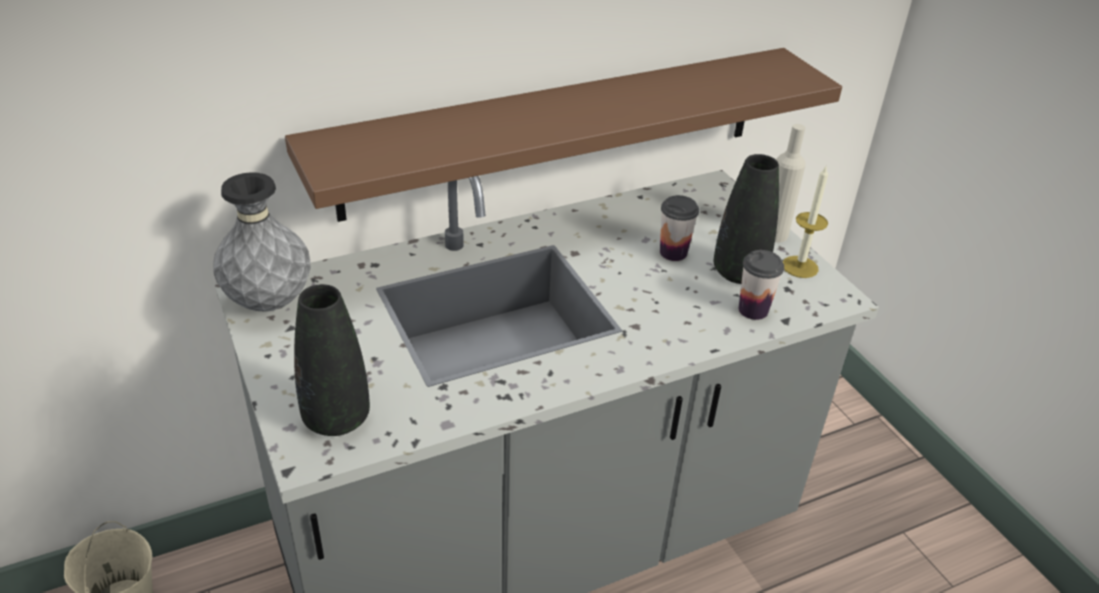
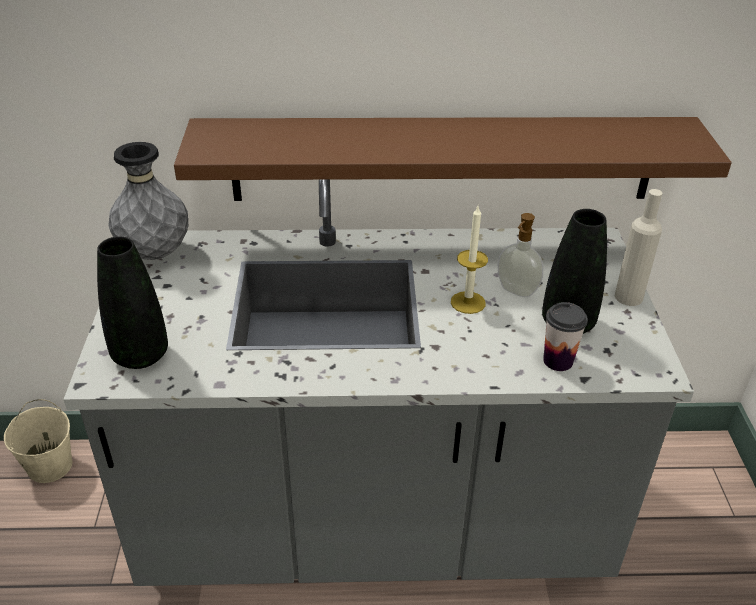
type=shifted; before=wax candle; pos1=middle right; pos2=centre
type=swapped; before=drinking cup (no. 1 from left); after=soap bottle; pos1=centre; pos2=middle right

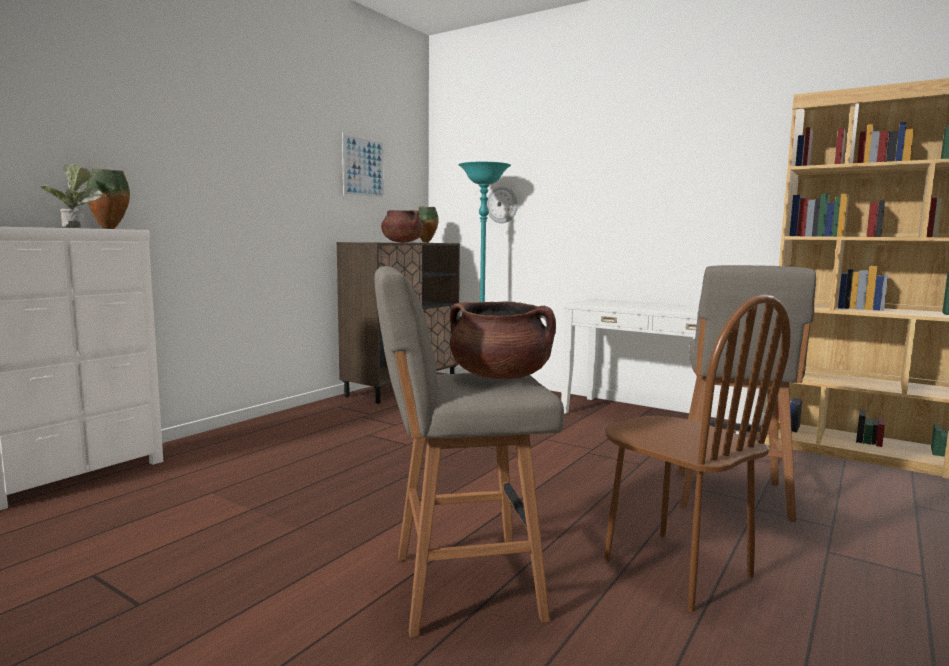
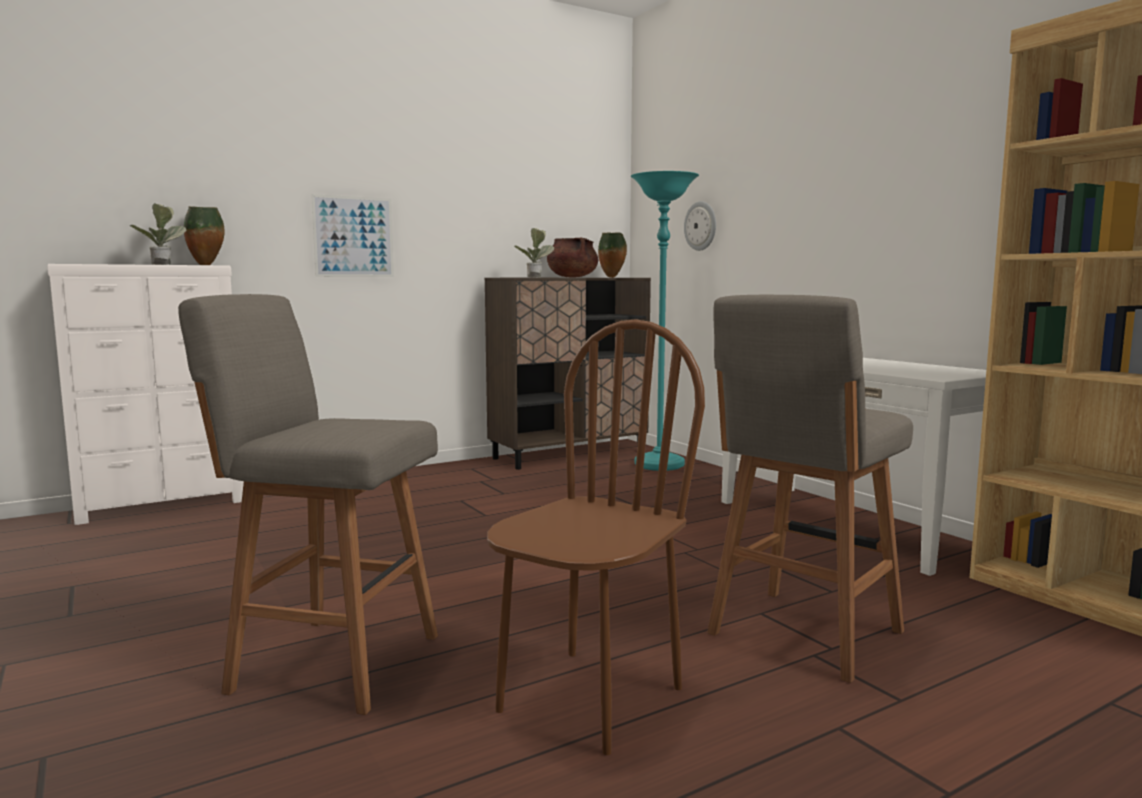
type=shifted; before=picture; pos1=top centre; pos2=top left
type=rotated; before=brown-coloured upright chair; pos1=bottom right; pos2=bottom centre; turn=-135
type=gone; before=brown-coloured stockpot (no. 2 from left); pos1=centre
type=new; after=plant in a pot (no. 2 from left); pos2=top centre

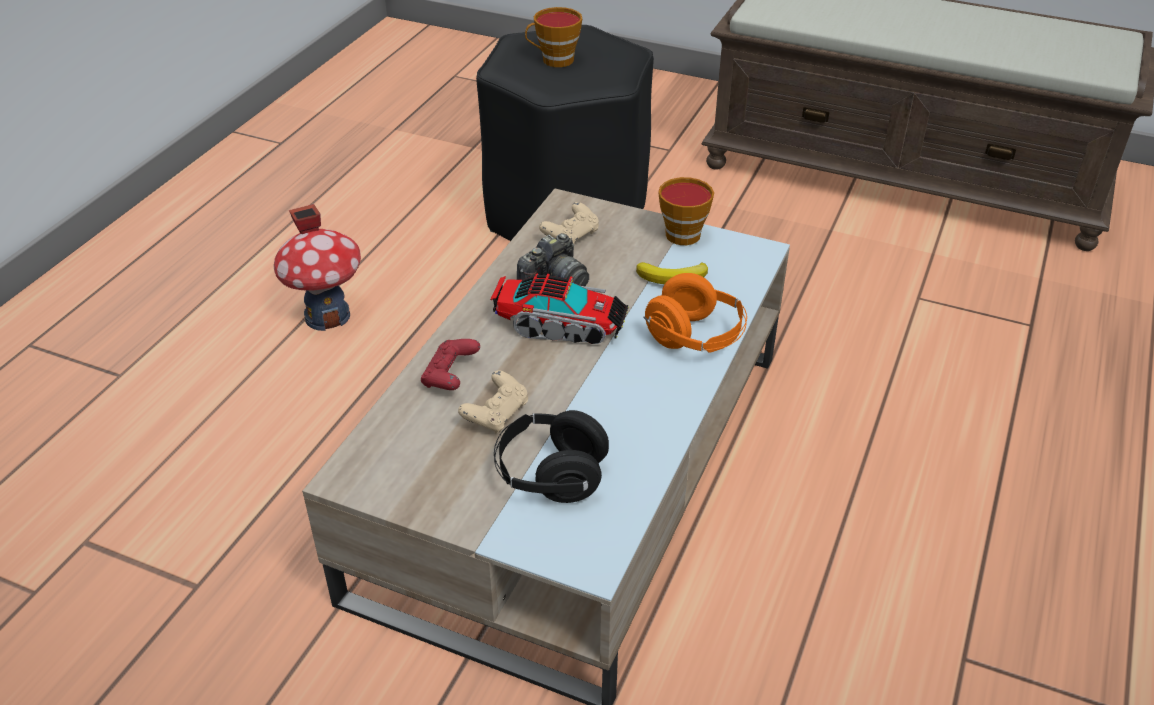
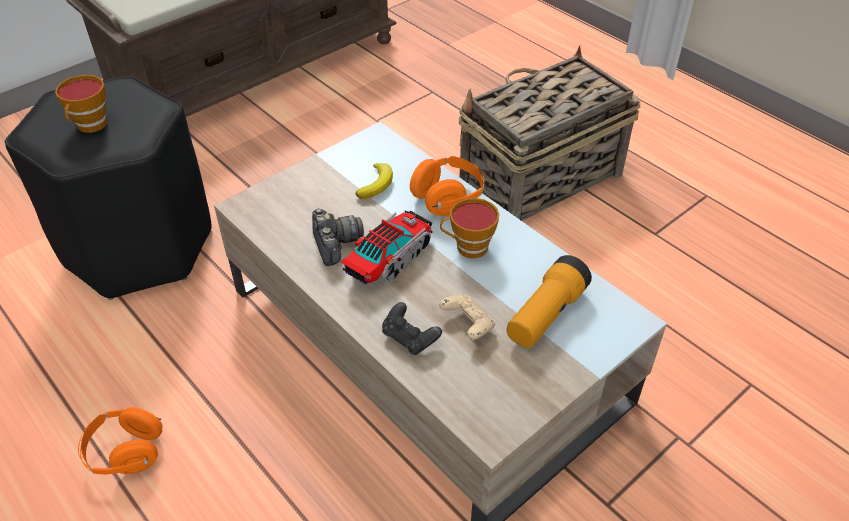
type=shifted; before=drinking cup (no. 2 from left); pos1=top centre; pos2=centre
type=gone; before=beige-coloured joypad (no. 2 from left); pos1=top centre
type=swapped; before=miniature house; after=orangey pair of headphones (no. 1 from left); pos1=middle left; pos2=bottom left
type=repainted; before=red joypad; after=black-coloured joypad; pos1=centre; pos2=centre
type=swapped; before=black-coloured pair of headphones; after=hand torch; pos1=centre; pos2=centre
type=new; after=household basket; pos2=top centre

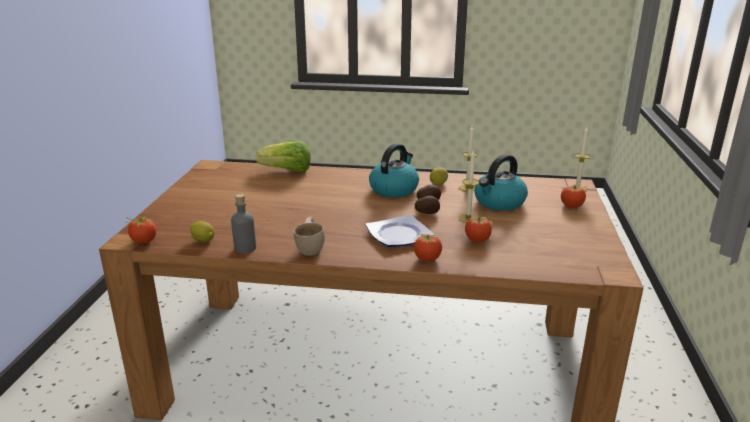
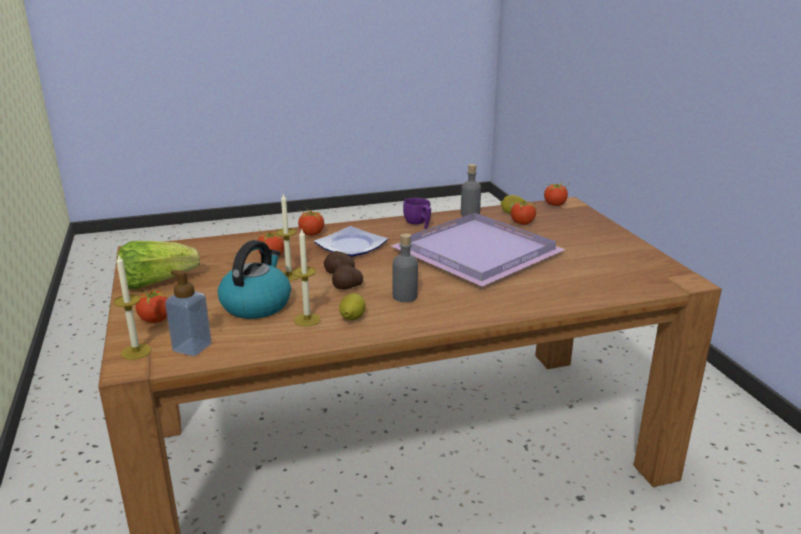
type=shifted; before=lettuce; pos1=centre; pos2=middle left
type=swapped; before=tea kettle (no. 1 from left); after=grey bottle (no. 1 from left); pos1=centre; pos2=centre
type=repainted; before=beige-coloured drinking cup; after=purple drinking cup; pos1=centre; pos2=centre
type=new; after=fresh tomato (no. 4 from left); pos2=centre
type=new; after=purple carrying tray; pos2=centre
type=new; after=soap bottle; pos2=middle left

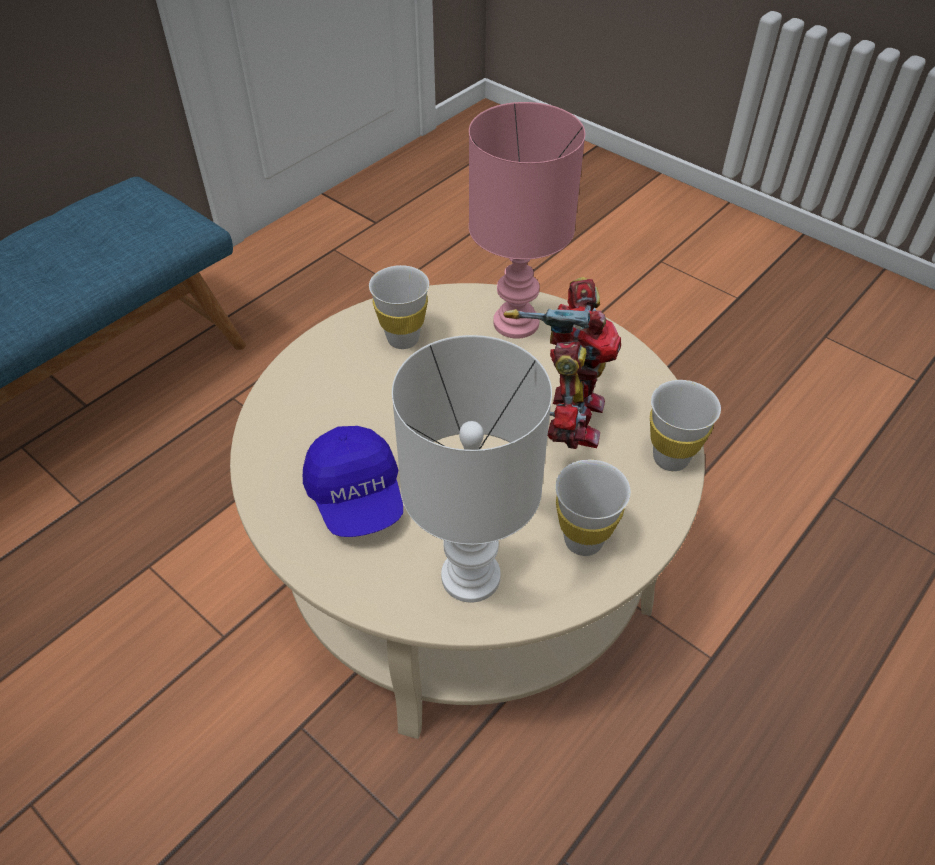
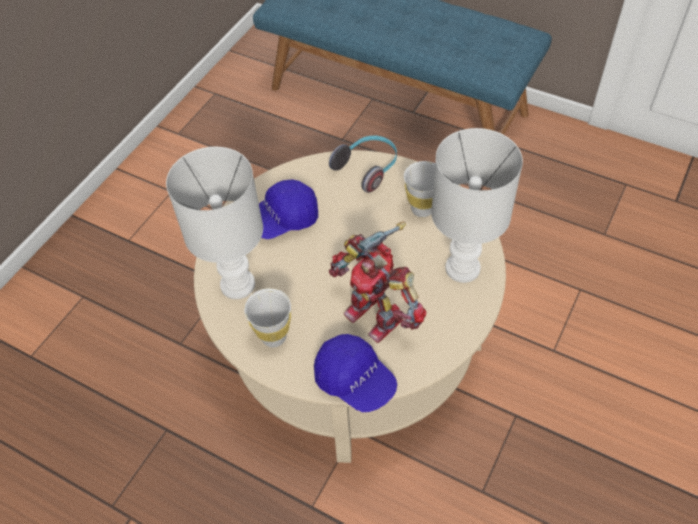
type=repainted; before=pinkish tabletop lamp; after=white-coloured tabletop lamp (no. 2 from left); pos1=top centre; pos2=middle right
type=rotated; before=robot figure; pos1=centre; pos2=centre; turn=45
type=swapped; before=white-coloured drinking cup (no. 3 from left); after=blue-coloured peaked cap (no. 2 from left); pos1=middle right; pos2=bottom centre
type=new; after=pair of headphones; pos2=top centre

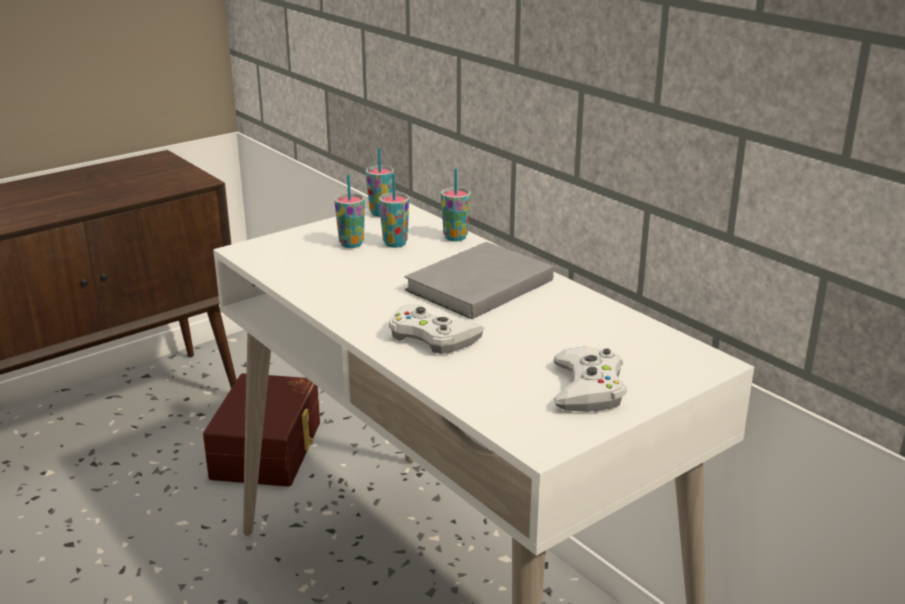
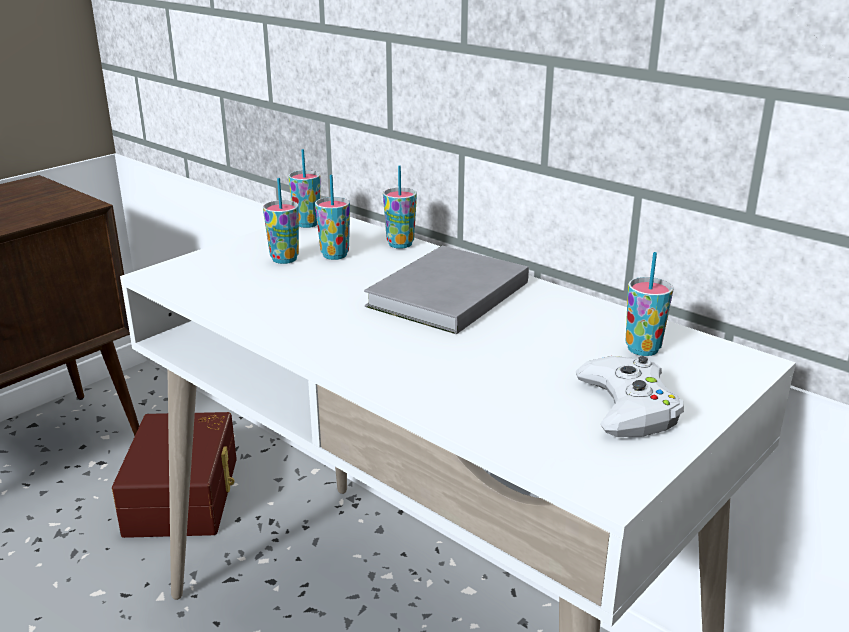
type=gone; before=white-coloured joypad (no. 1 from left); pos1=centre
type=new; after=drinking cup (no. 5 from left); pos2=middle right

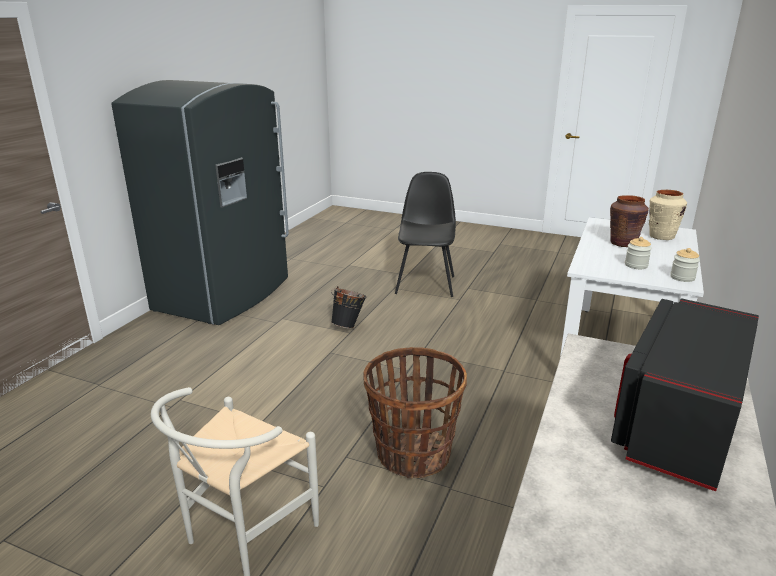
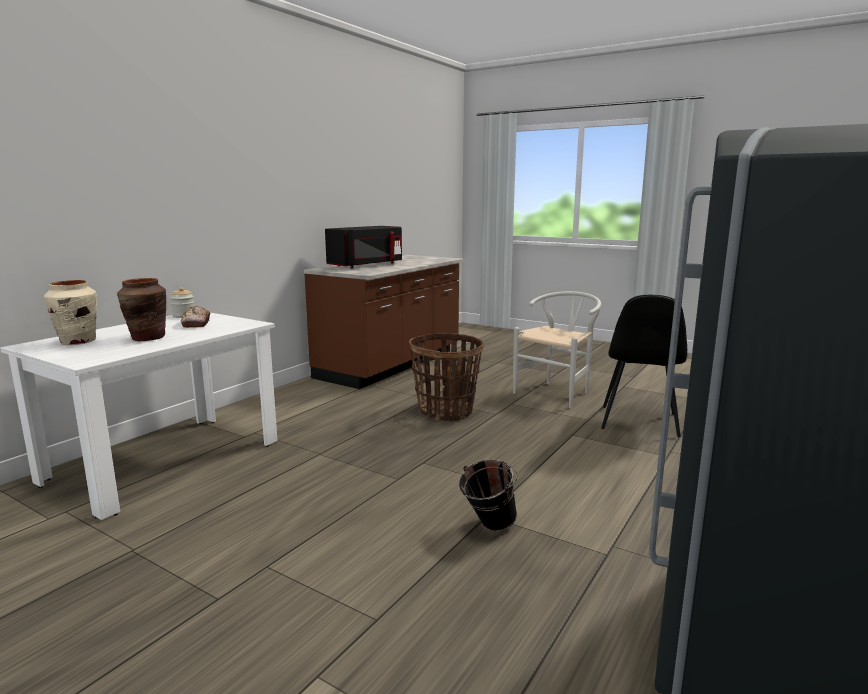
type=shifted; before=black-coloured upright chair; pos1=centre; pos2=middle right
type=swapped; before=jar (no. 1 from left); after=baked bread; pos1=middle right; pos2=middle left

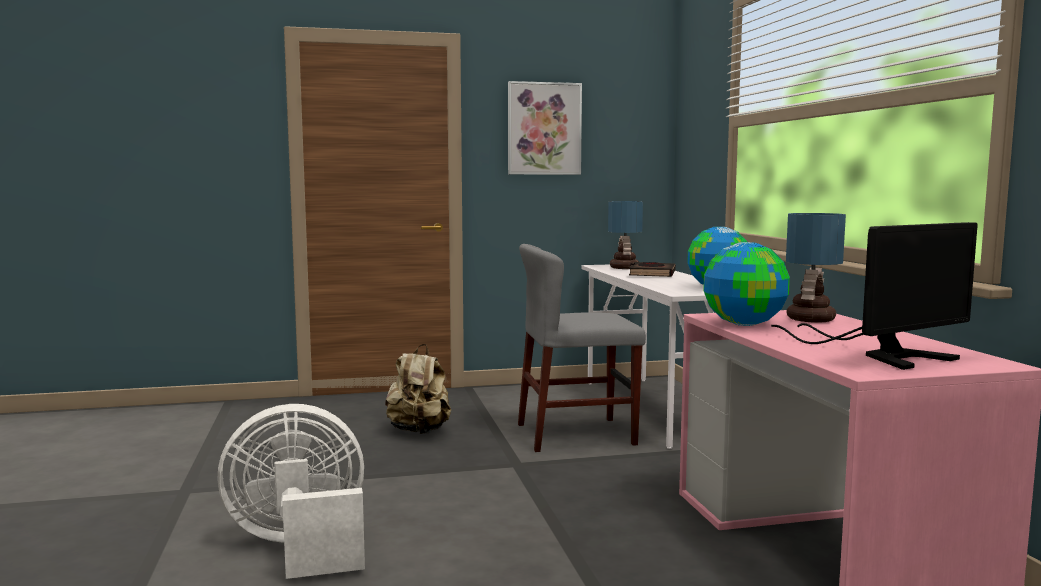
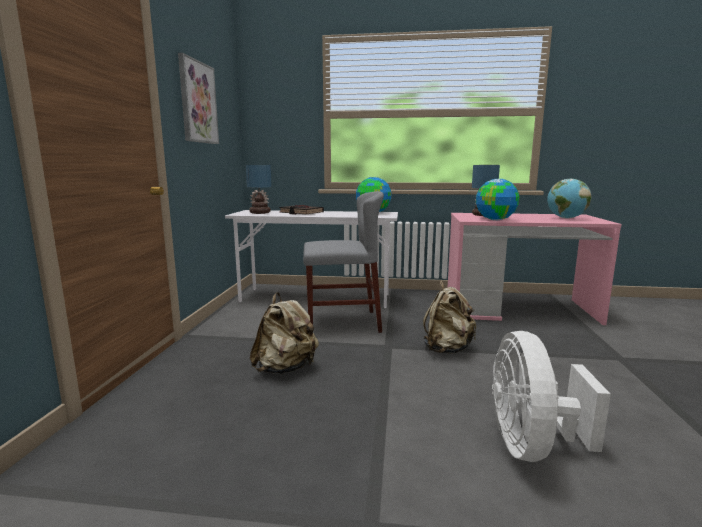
type=swapped; before=monitor; after=world globe (no. 3 from left); pos1=middle right; pos2=middle right
type=rotated; before=grey upright chair; pos1=centre; pos2=centre; turn=-105
type=new; after=beige-coloured backpack (no. 2 from left); pos2=centre

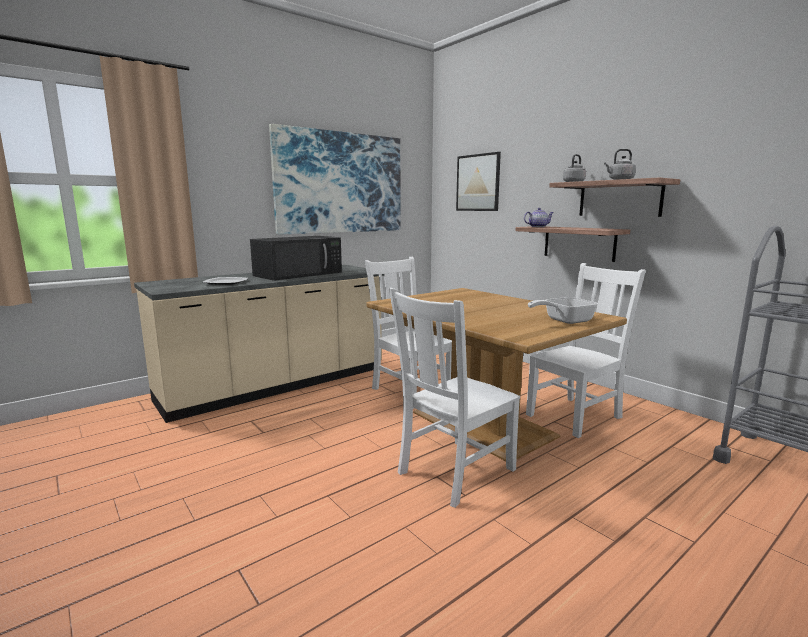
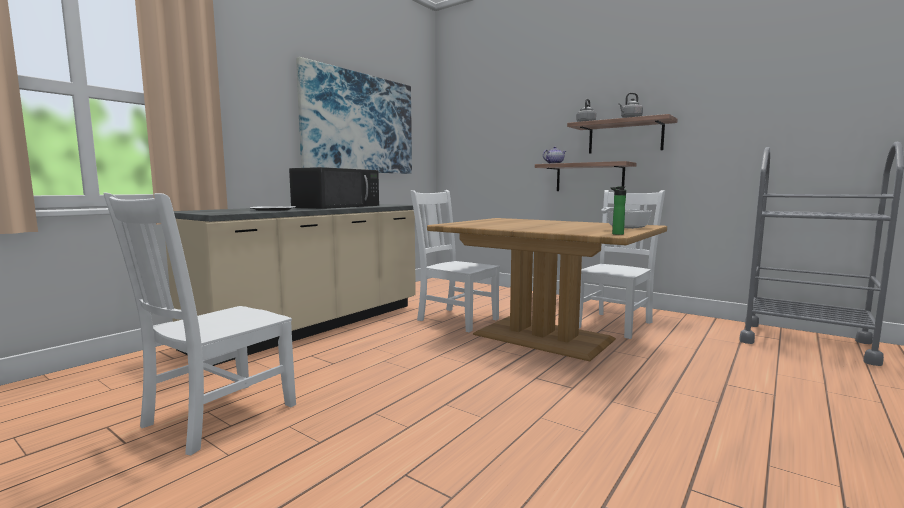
type=gone; before=picture (no. 2 from left); pos1=top centre
type=shifted; before=white-coloured upright chair (no. 2 from left in the first image); after=white-coloured upright chair (no. 1 from left); pos1=centre; pos2=middle left
type=new; after=bottle; pos2=middle right

